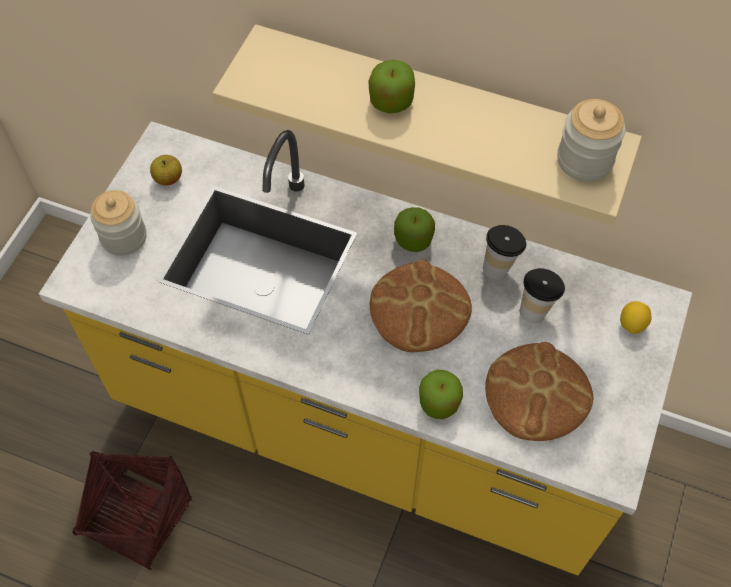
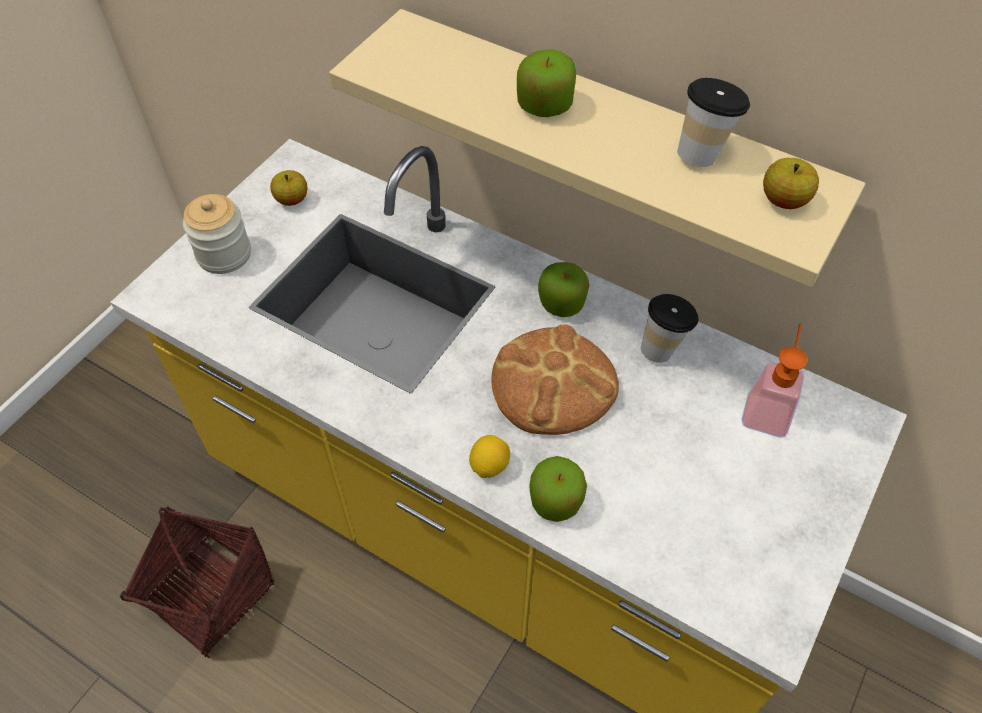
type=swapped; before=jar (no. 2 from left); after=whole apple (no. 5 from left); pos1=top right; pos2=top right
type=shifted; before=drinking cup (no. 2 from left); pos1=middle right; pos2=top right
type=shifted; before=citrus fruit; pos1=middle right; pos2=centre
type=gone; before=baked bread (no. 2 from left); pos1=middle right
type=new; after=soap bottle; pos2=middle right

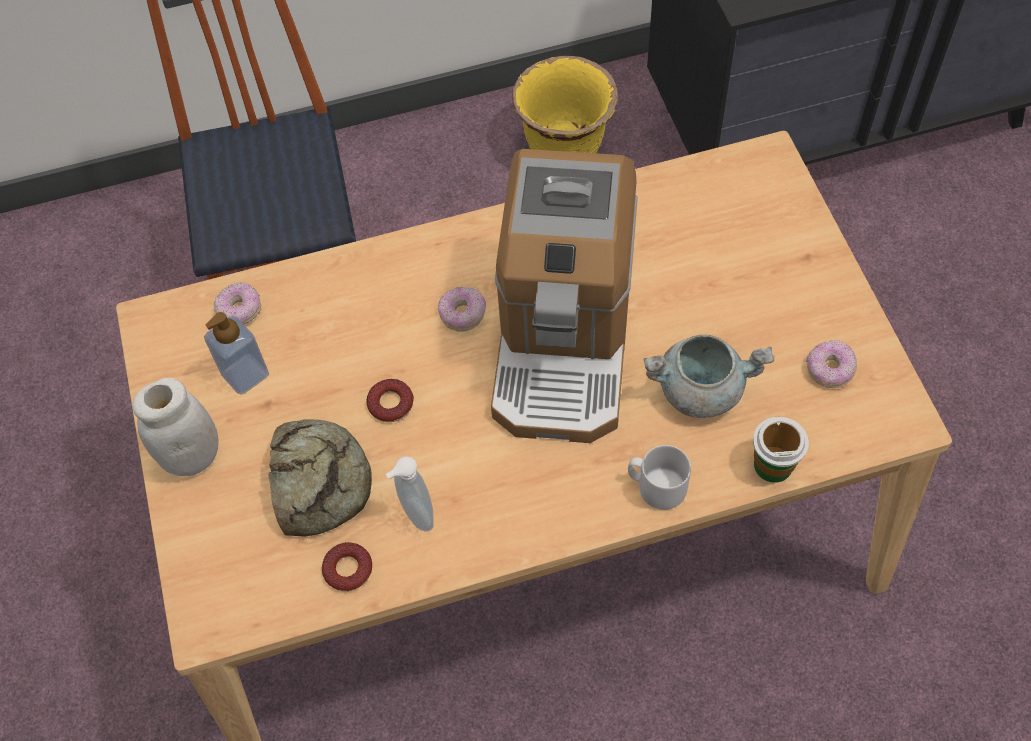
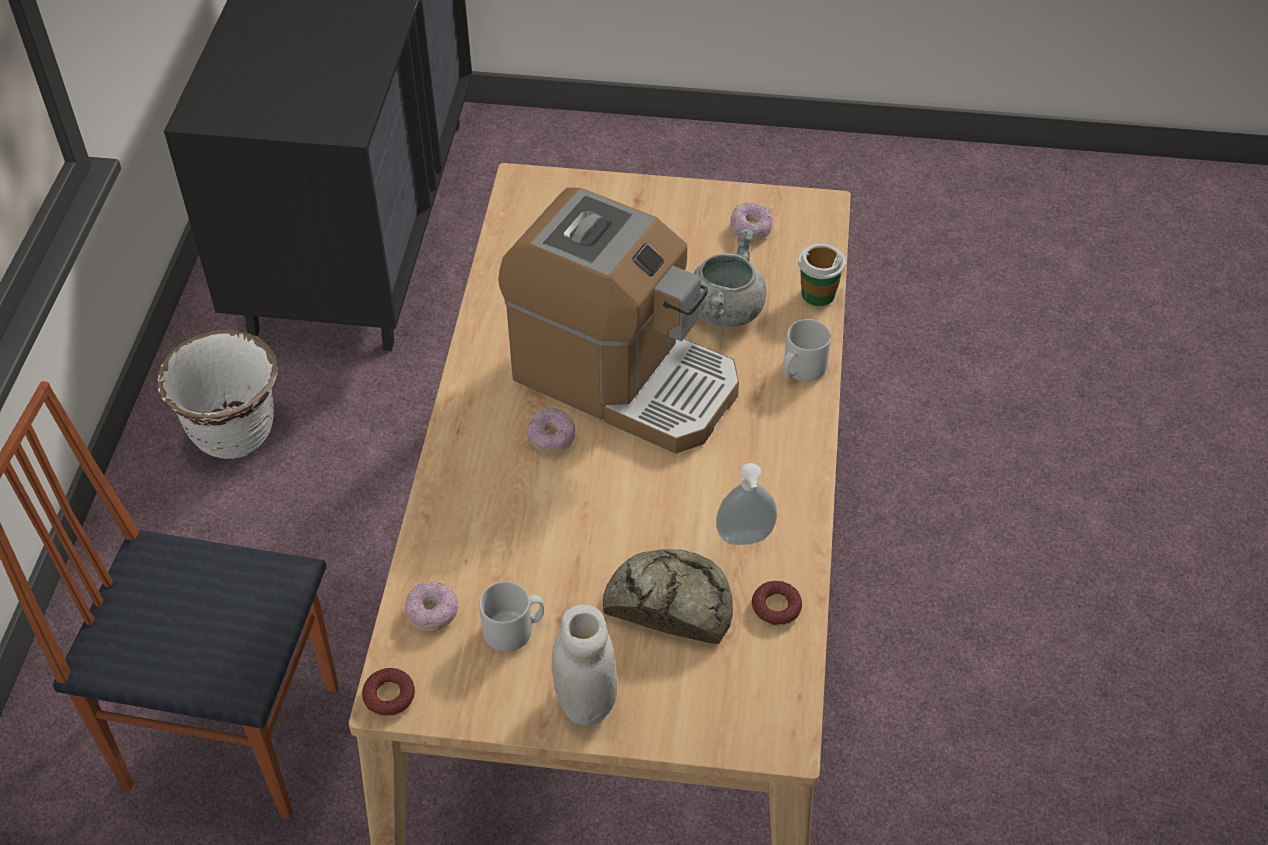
type=repainted; before=yellowish planter; after=white-coloured planter; pos1=top centre; pos2=middle left
type=swapped; before=soap bottle (no. 1 from left); after=grey mug (no. 1 from left); pos1=middle left; pos2=bottom centre
type=shifted; before=doughnut (no. 3 from left in the first image); after=doughnut (no. 1 from left); pos1=centre; pos2=bottom left

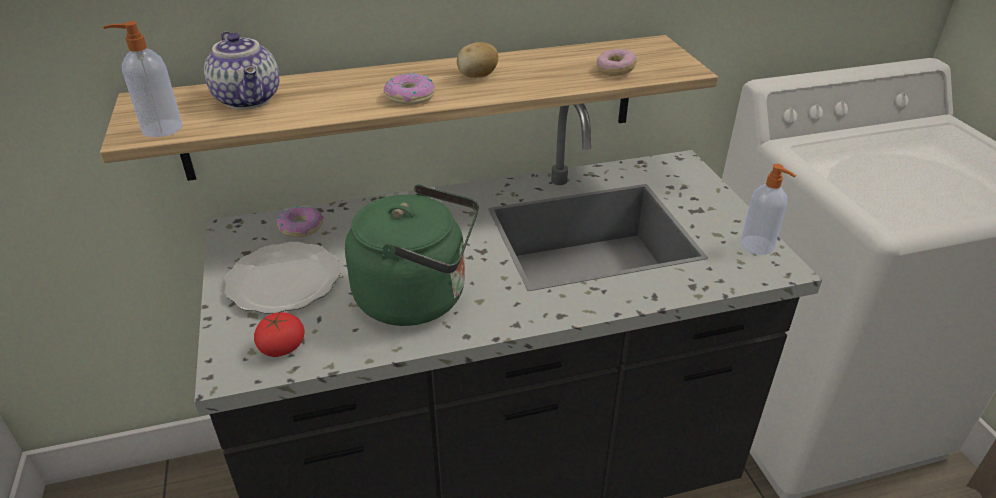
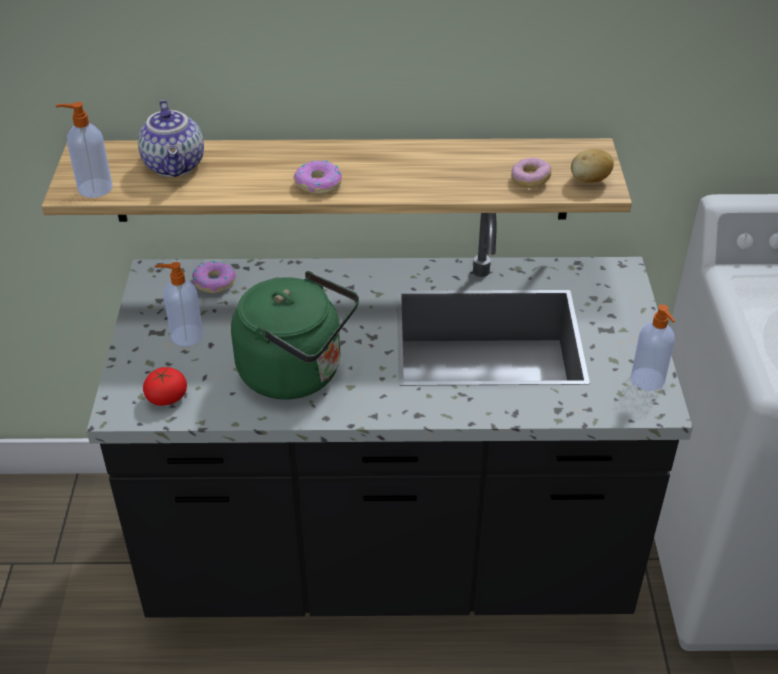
type=shifted; before=whole potato; pos1=top centre; pos2=top right
type=swapped; before=dinner plate; after=soap bottle (no. 2 from left); pos1=middle left; pos2=middle left

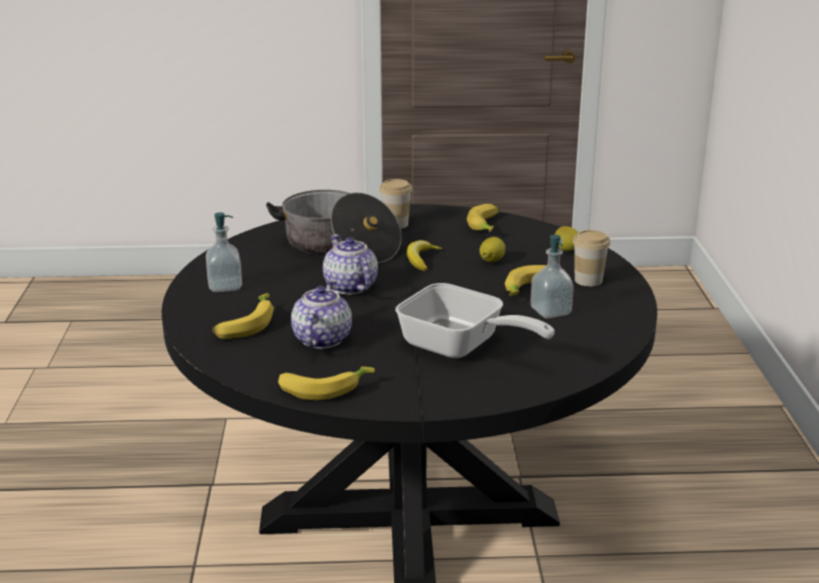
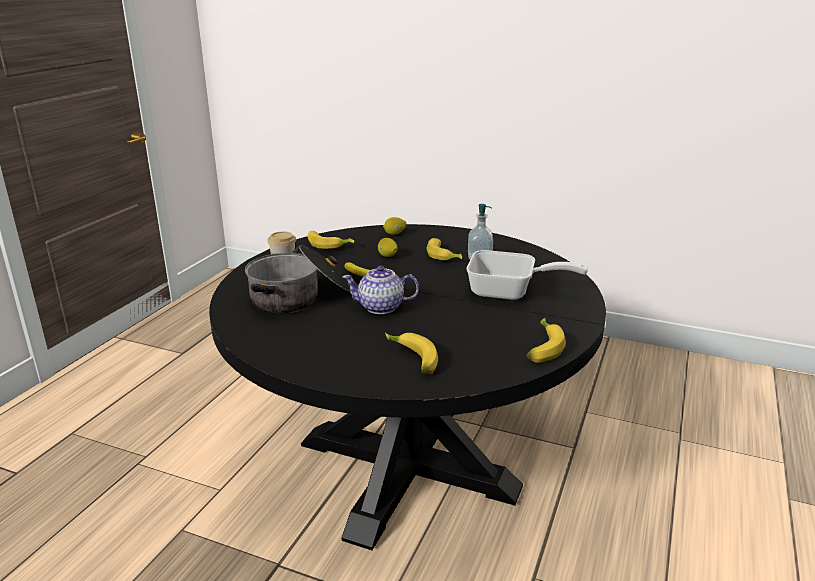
type=gone; before=soap bottle (no. 1 from left); pos1=middle left
type=gone; before=drinking cup (no. 2 from left); pos1=middle right
type=gone; before=teapot (no. 1 from left); pos1=centre
type=rotated; before=pan; pos1=centre; pos2=centre; turn=45

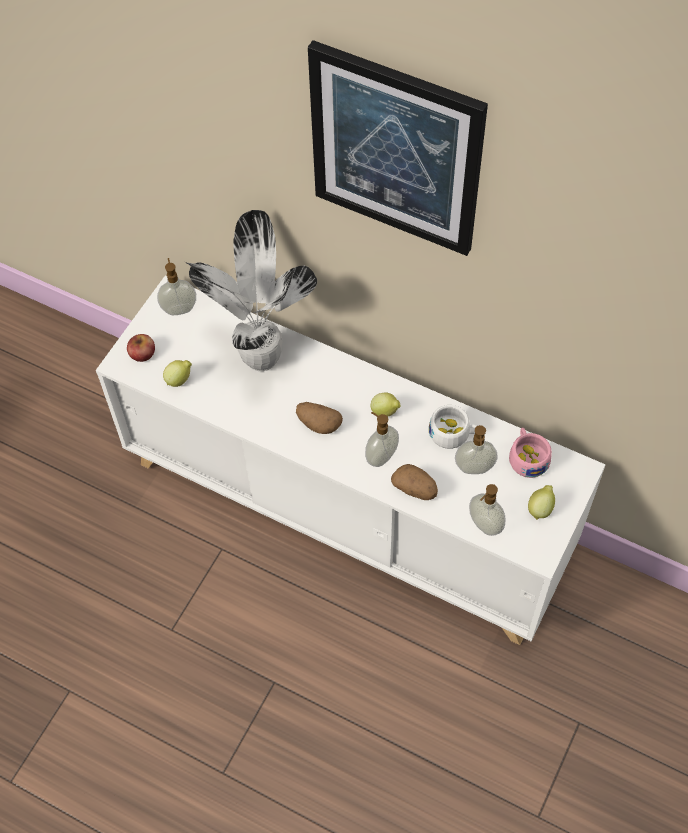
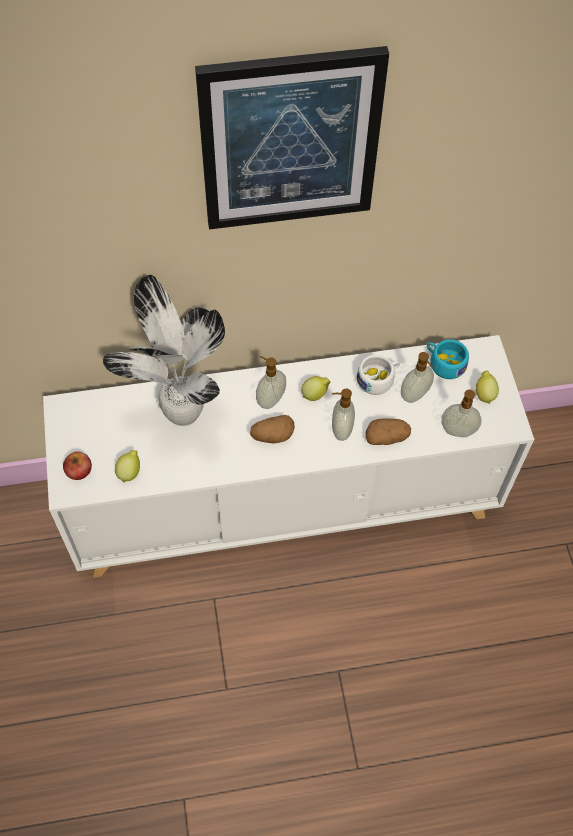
type=shifted; before=soap bottle (no. 1 from left); pos1=middle left; pos2=centre
type=repainted; before=pinkish drinking cup; after=blue-green drinking cup; pos1=middle right; pos2=middle right

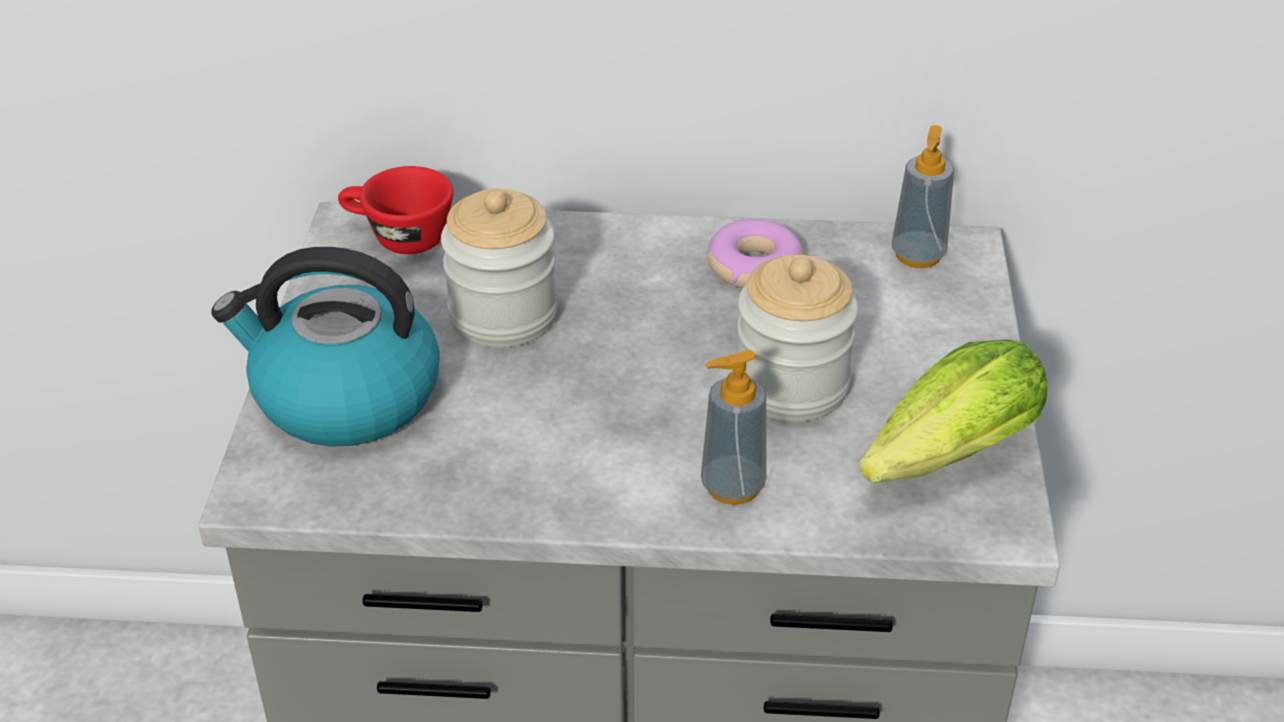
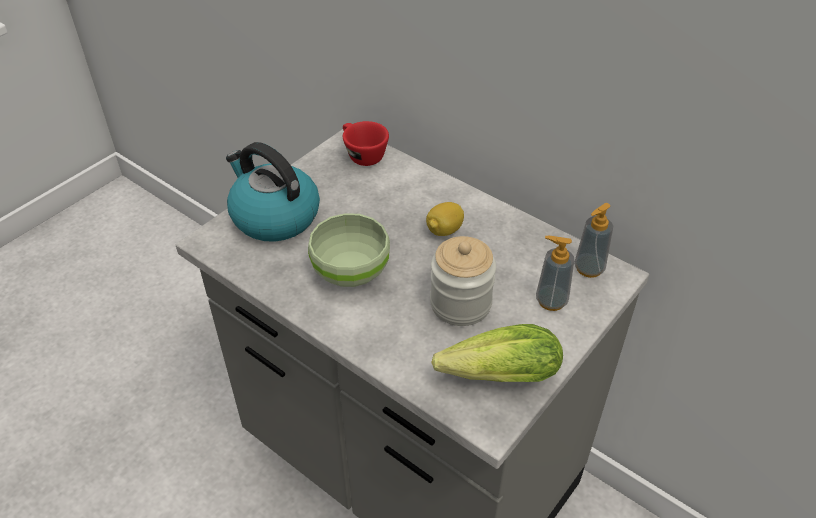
type=gone; before=jar (no. 1 from left); pos1=centre
type=gone; before=doughnut; pos1=centre
type=shifted; before=soap bottle (no. 1 from left); pos1=centre; pos2=middle right
type=new; after=citrus fruit; pos2=centre
type=new; after=green-coloured deep dish; pos2=centre

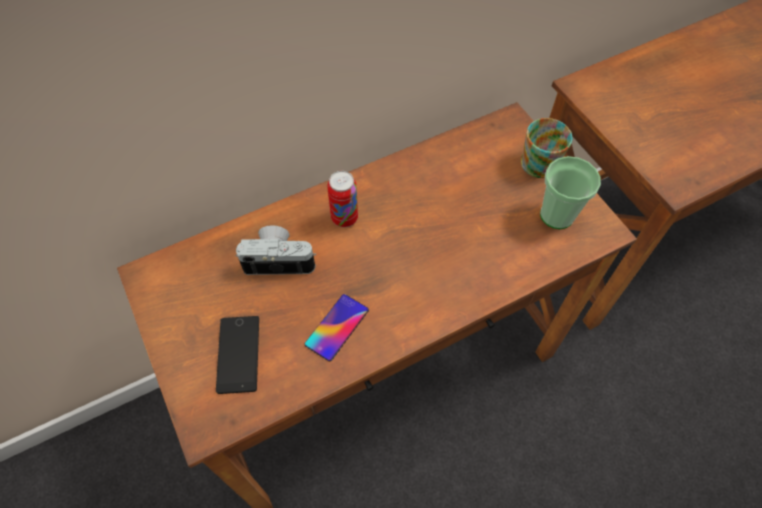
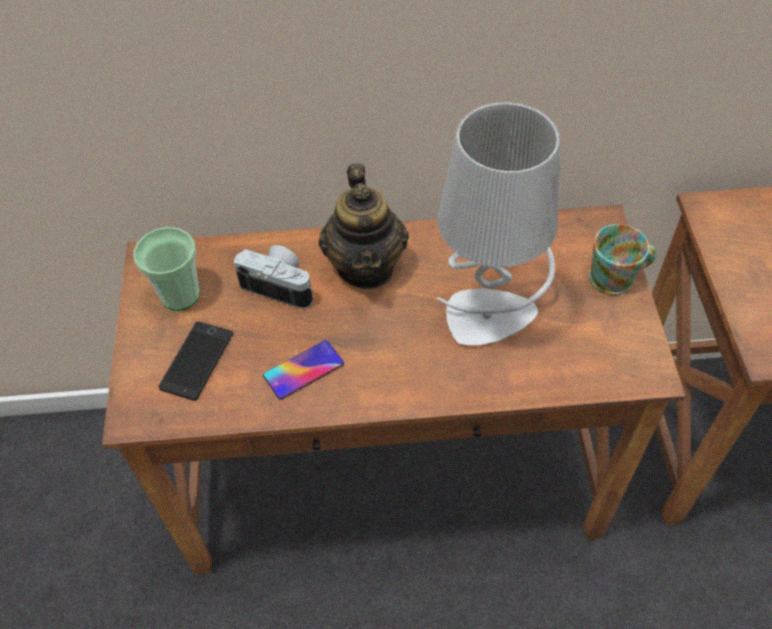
type=shifted; before=drinking cup; pos1=middle right; pos2=middle left
type=swapped; before=can; after=teapot; pos1=centre; pos2=centre
type=new; after=grey tabletop lamp; pos2=centre

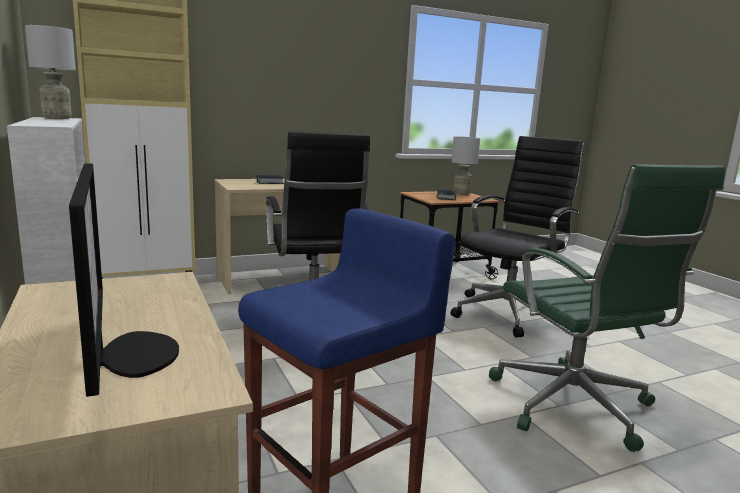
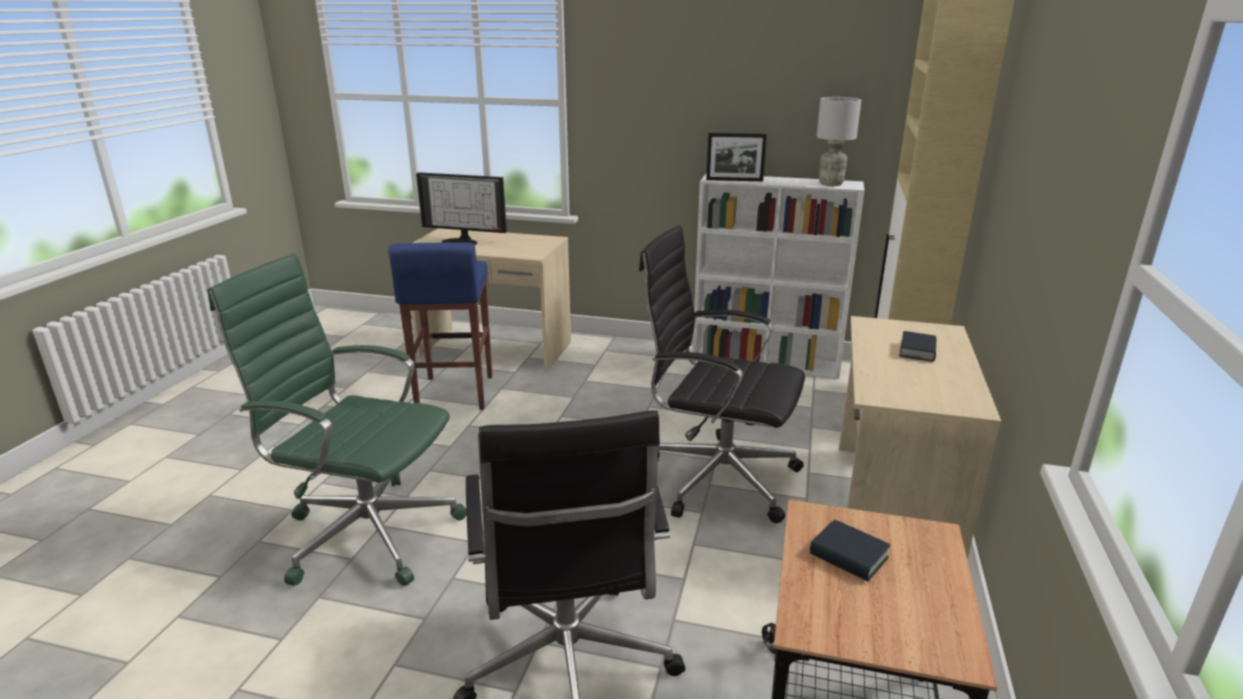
type=gone; before=grey tabletop lamp (no. 2 from left); pos1=centre
type=new; after=standing frame; pos2=top centre

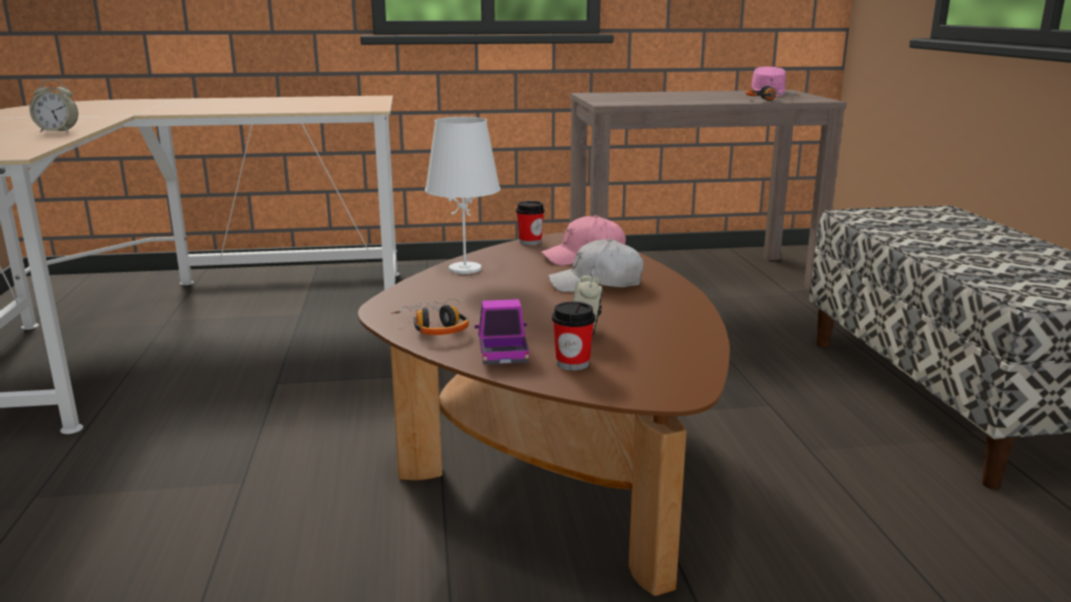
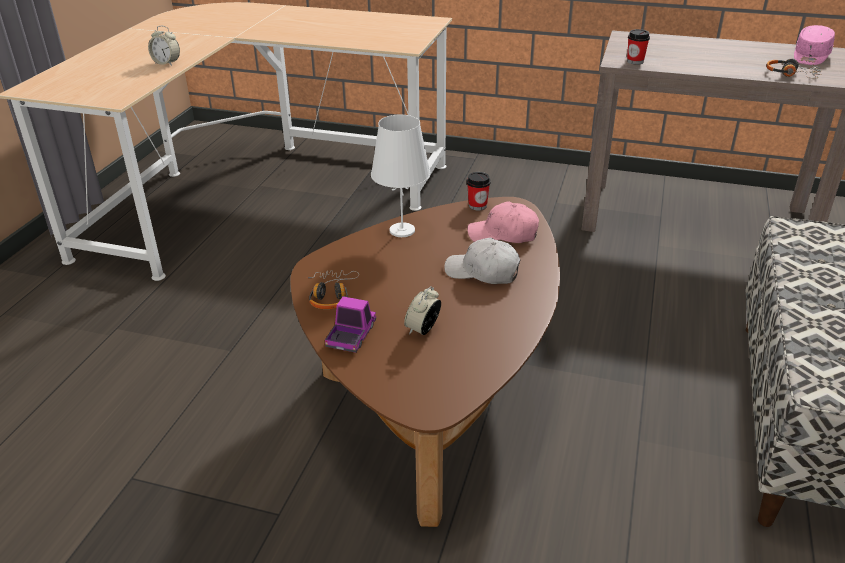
type=shifted; before=drinking cup (no. 2 from left); pos1=centre; pos2=top right

